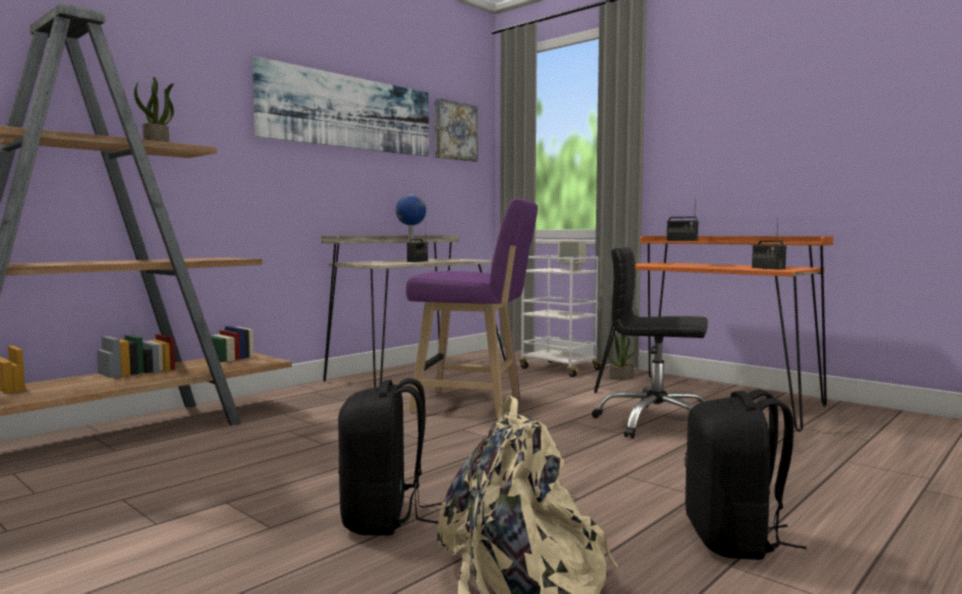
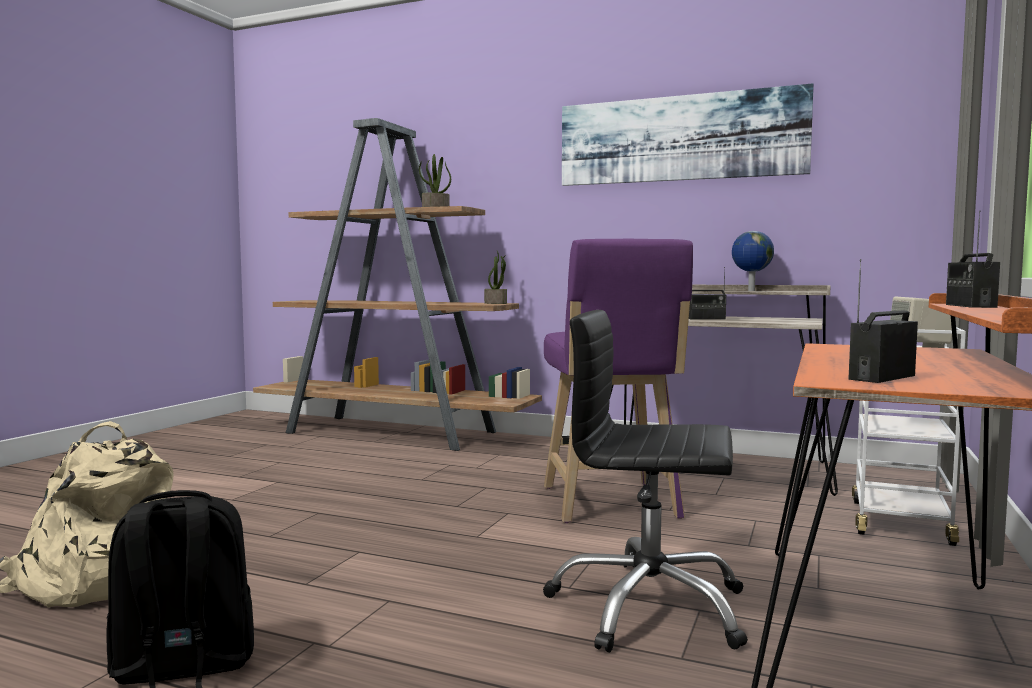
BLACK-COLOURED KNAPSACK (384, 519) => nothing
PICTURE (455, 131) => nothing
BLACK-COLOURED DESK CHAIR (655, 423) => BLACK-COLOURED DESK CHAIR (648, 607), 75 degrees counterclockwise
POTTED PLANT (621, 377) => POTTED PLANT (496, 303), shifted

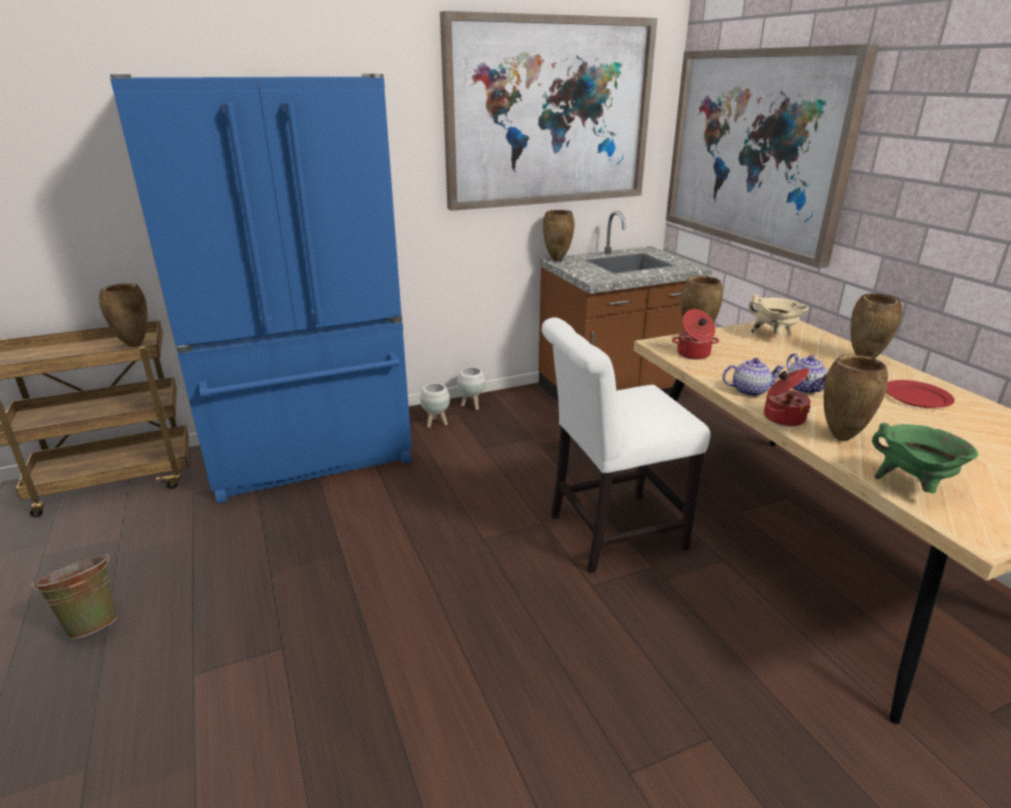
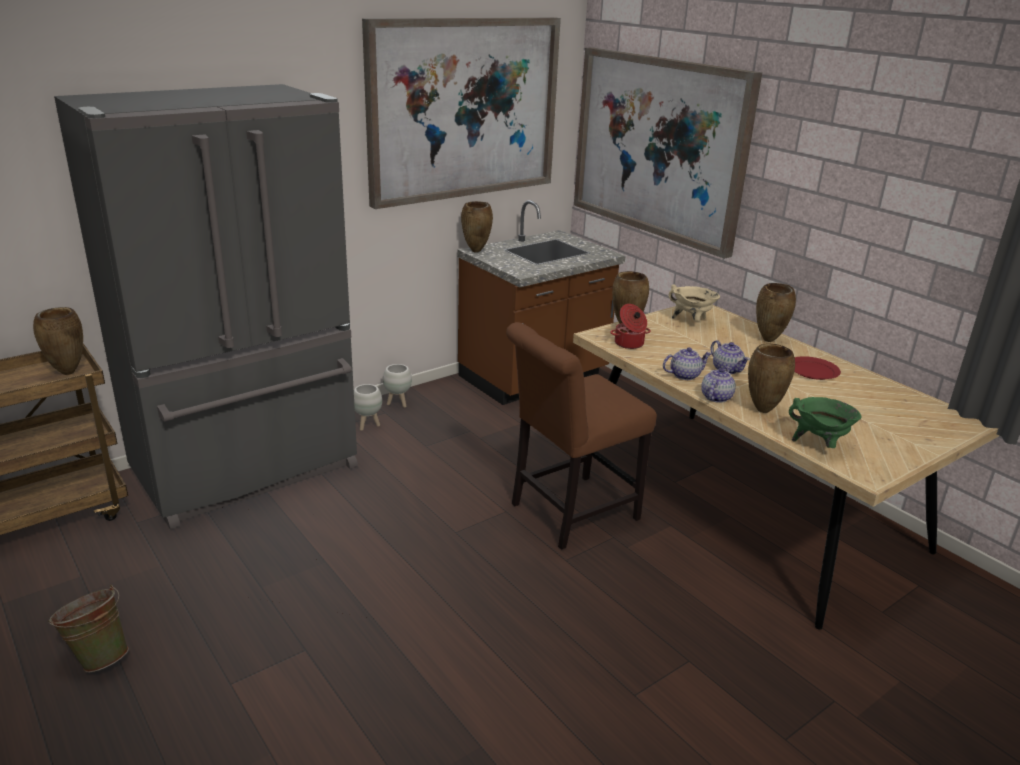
BLUE-COLOURED REFRIGERATOR (311, 455) => GREY REFRIGERATOR (249, 470)
WHITISH PLAIN CHAIR (609, 533) => BROWNISH PLAIN CHAIR (568, 513)
COOKING POT (782, 417) => TEAPOT (716, 397)

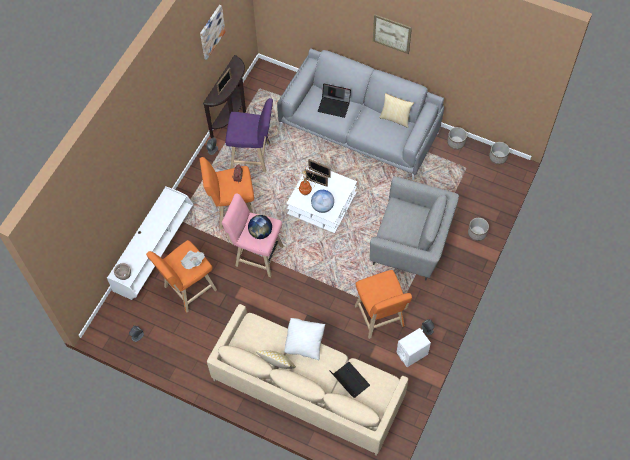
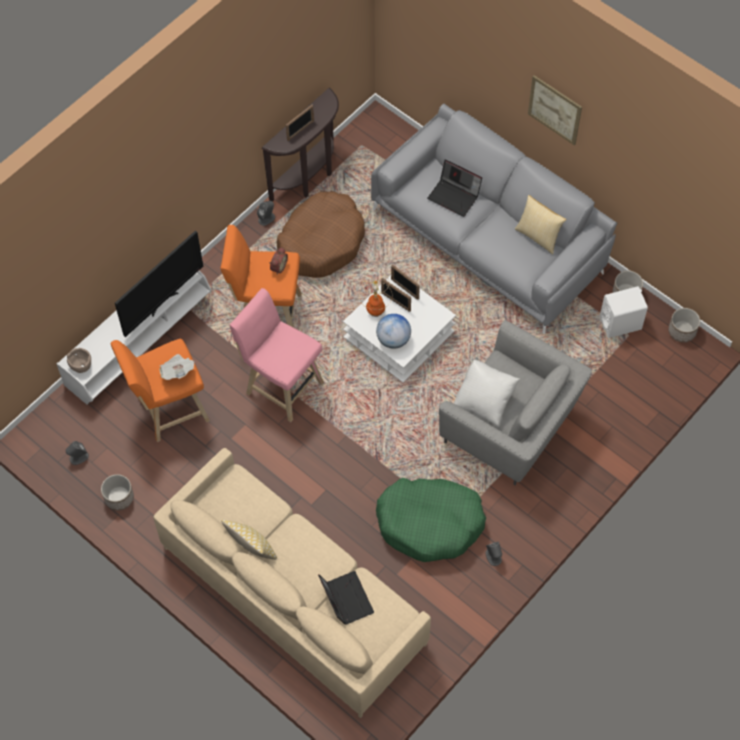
PICTURE (211, 31) => nothing
PURPLISH SITTING STOOL (253, 156) => BROWNISH PET BED (321, 242)
WORLD GLOBE (260, 232) => nothing
WHITISH CUSHION (305, 343) => WHITISH CUSHION (485, 401), shifted
ORANGEY SITTING STOOL (380, 318) => GREENISH PET BED (430, 523)
WHITISH LOUDSPEAKER (412, 353) => WHITISH LOUDSPEAKER (620, 323), shifted
FLOWER POT (477, 233) => FLOWER POT (119, 498), shifted
nothing => TV SET (163, 302)

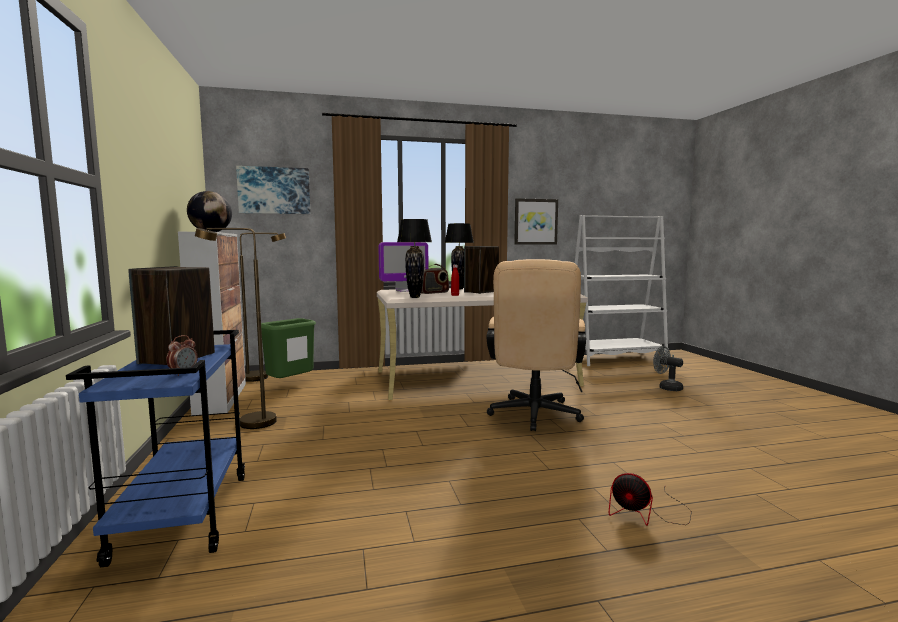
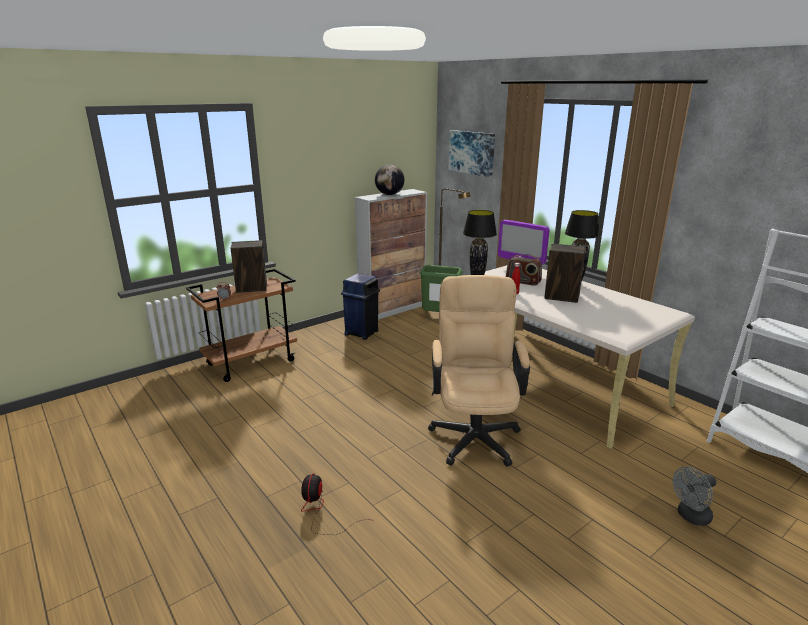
BLUE-COLOURED CART (183, 515) => BROWNISH CART (252, 362)
BROWNISH STANDARD LAMP (247, 423) => BLUE-COLOURED WASTE BIN (362, 332)
SAND-COLOURED DESK CHAIR (534, 416) => SAND-COLOURED DESK CHAIR (474, 432), 105 degrees clockwise
PICTURE (535, 222) => nothing
GREY ELECTRIC FAN (666, 387) => GREY ELECTRIC FAN (690, 517), 135 degrees counterclockwise

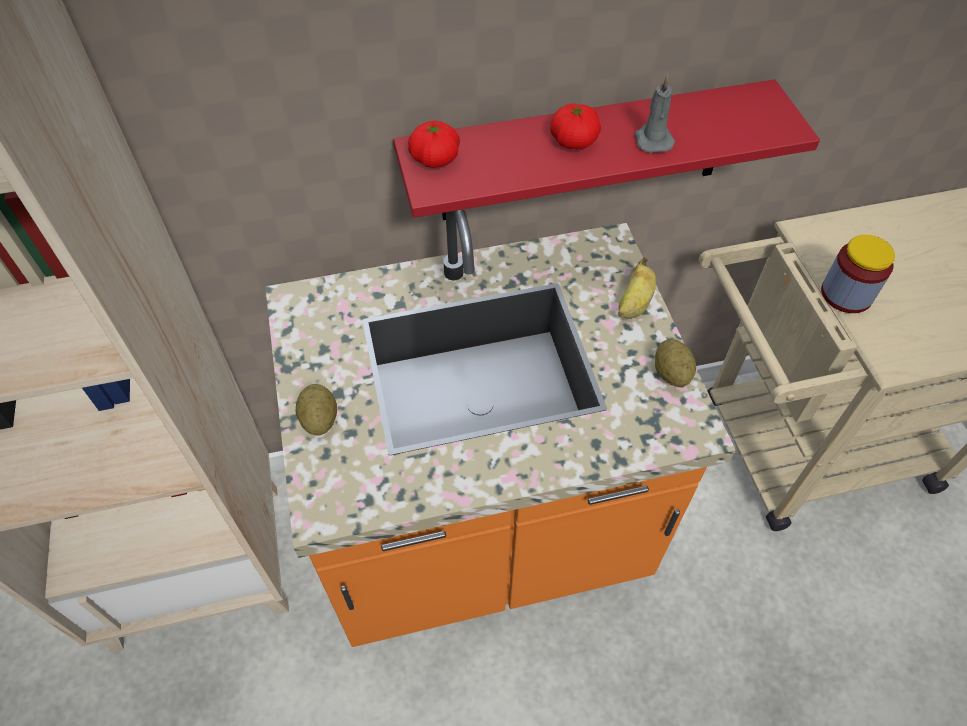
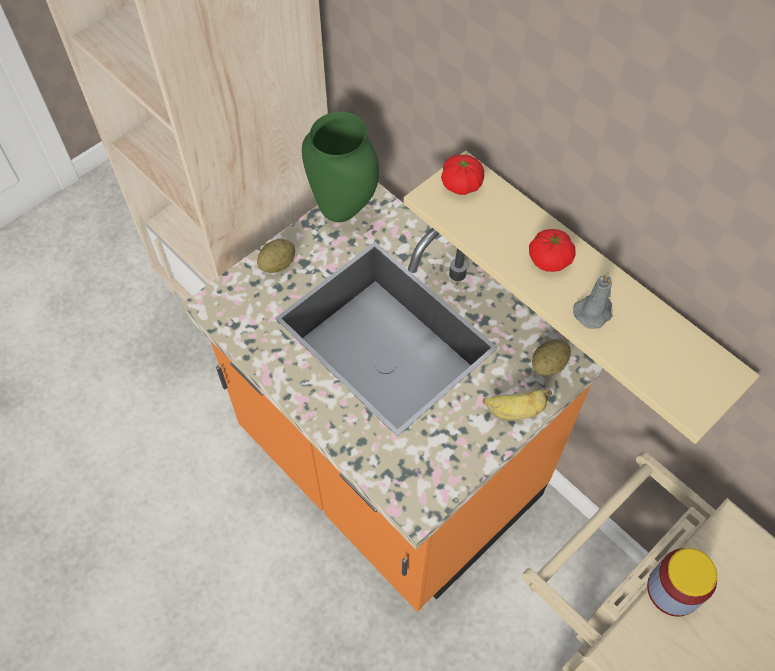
REDDISH SHELF (584, 153) => SAND-COLOURED SHELF (591, 284)
SPUD (671, 373) => SPUD (548, 365), shifted
nothing => GREENISH FLOWER VASE (344, 209)

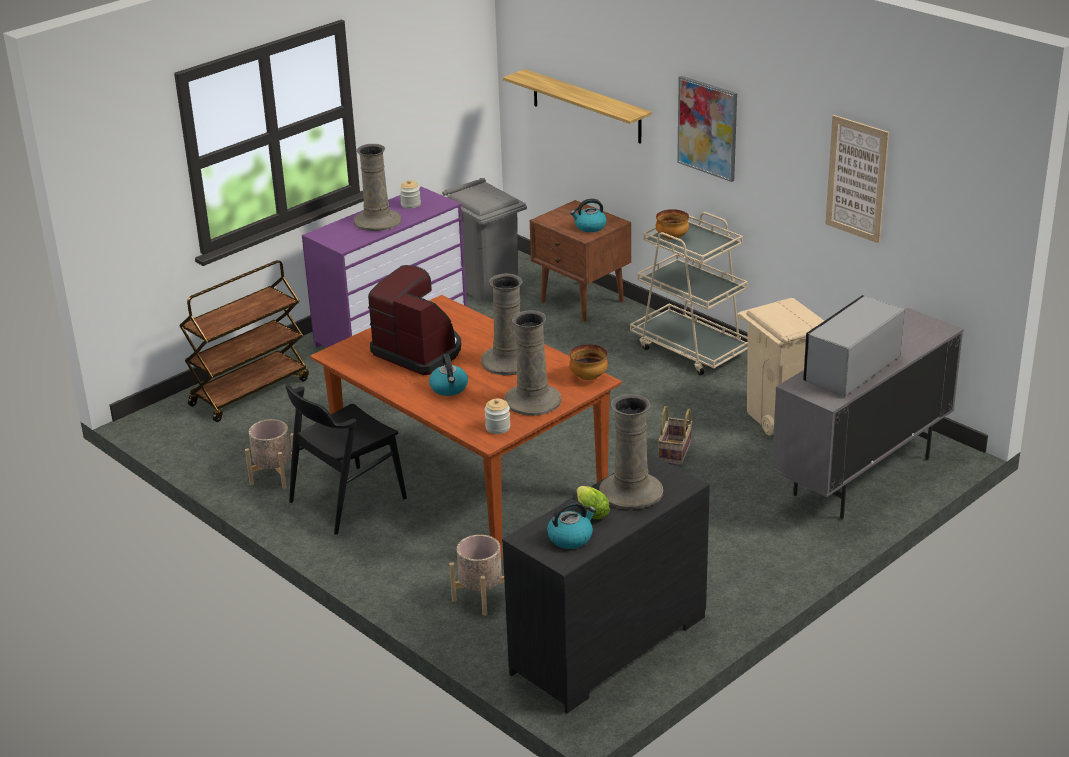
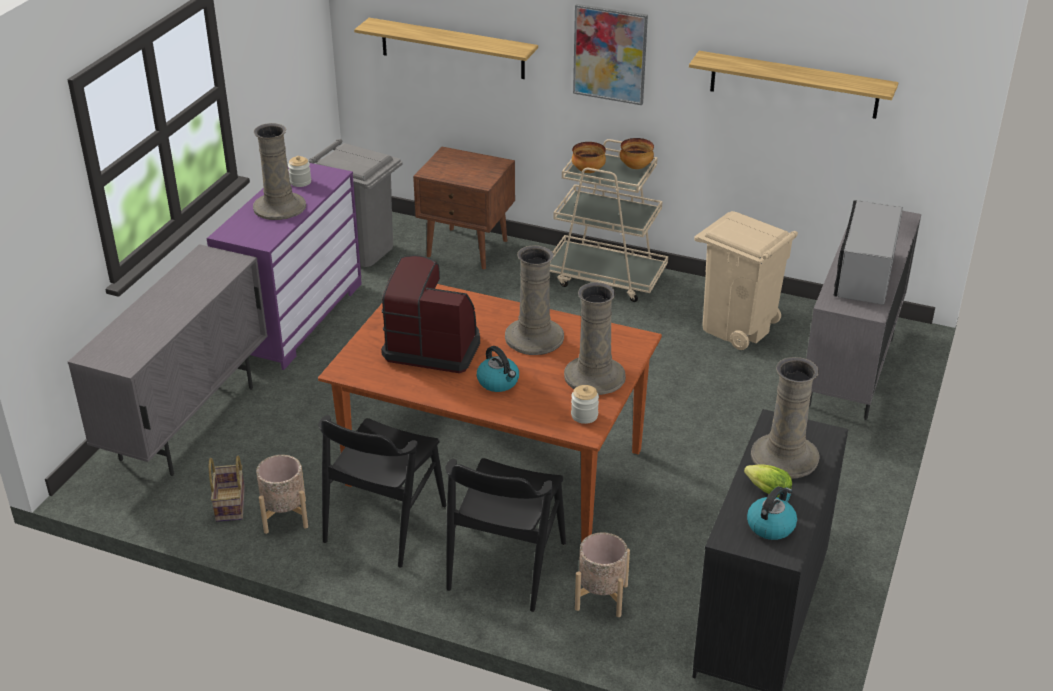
BROWNISH CART (250, 391) => GREY CUPBOARD (188, 423)
DEEP DISH (588, 377) => DEEP DISH (636, 167), shifted
WATER KETTLE (590, 227) => nothing
STORAGE BASKET (675, 453) => STORAGE BASKET (231, 505), shifted
PICTURE (857, 179) => SHELF (794, 85)
nothing => BLACK-COLOURED PLAIN CHAIR (506, 566)

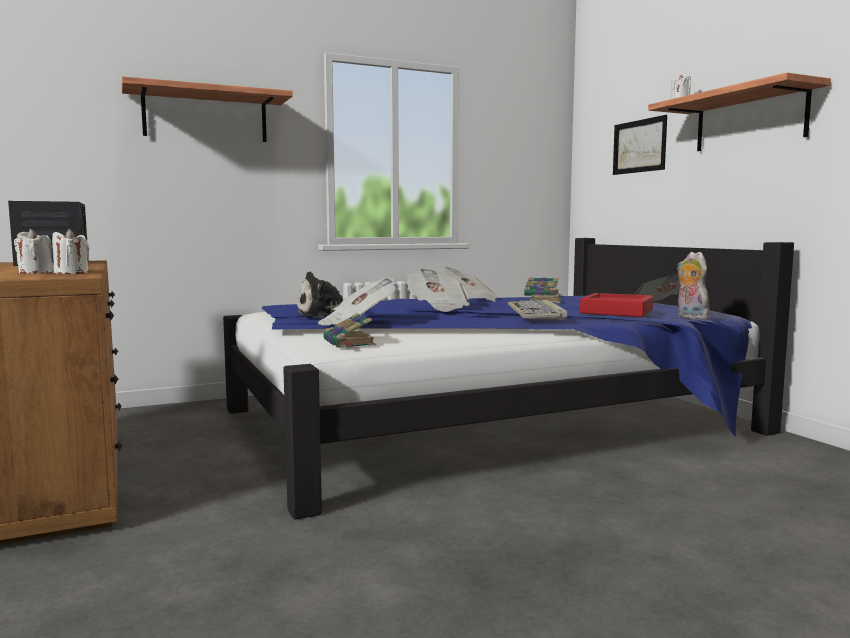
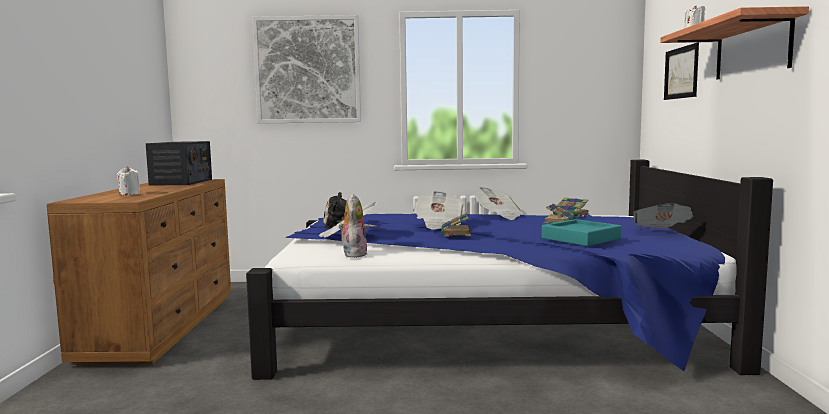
WHITISH WAX CANDLE (71, 273) => nothing
SHELF (205, 116) => PICTURE (307, 70)
VOLUME (349, 343) => VOLUME (456, 233), shifted
PC KEYBOARD (536, 313) => nothing
REDDISH CARRYING TRAY (616, 311) => TURQUOISE-COLOURED CARRYING TRAY (581, 238)
SOFT TOY (689, 317) => SOFT TOY (353, 254), shifted

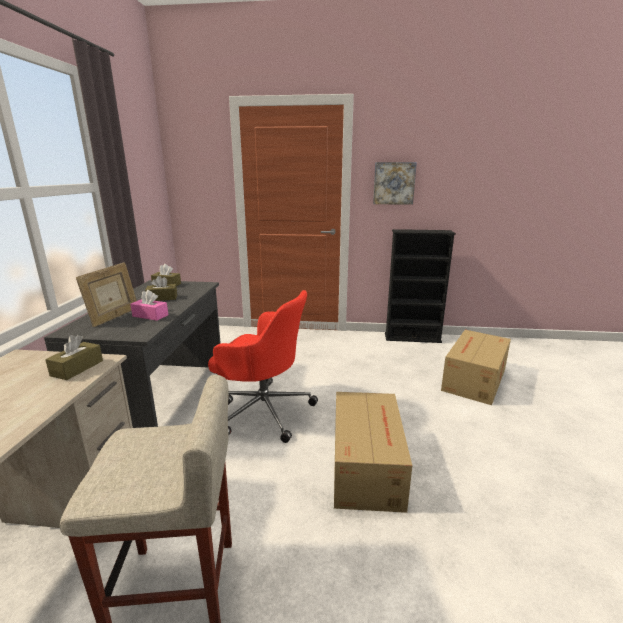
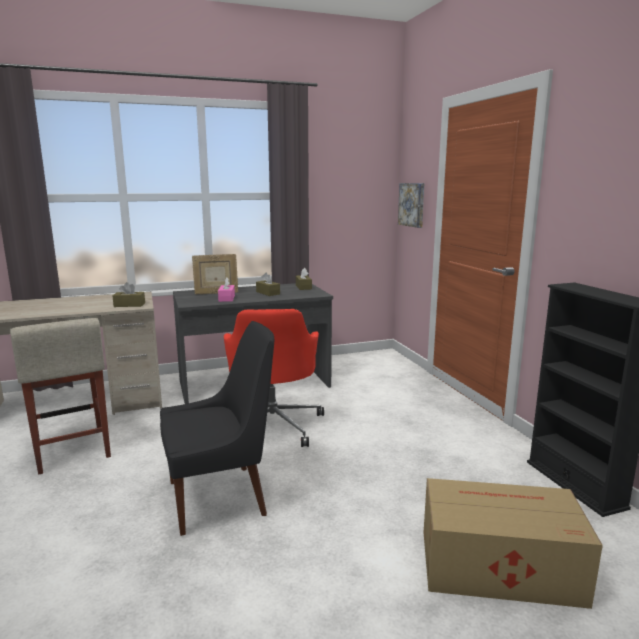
CARTON (367, 464) => BLACK-COLOURED PLAIN CHAIR (221, 497)
PICTURE (394, 183) => PICTURE (412, 204), shifted

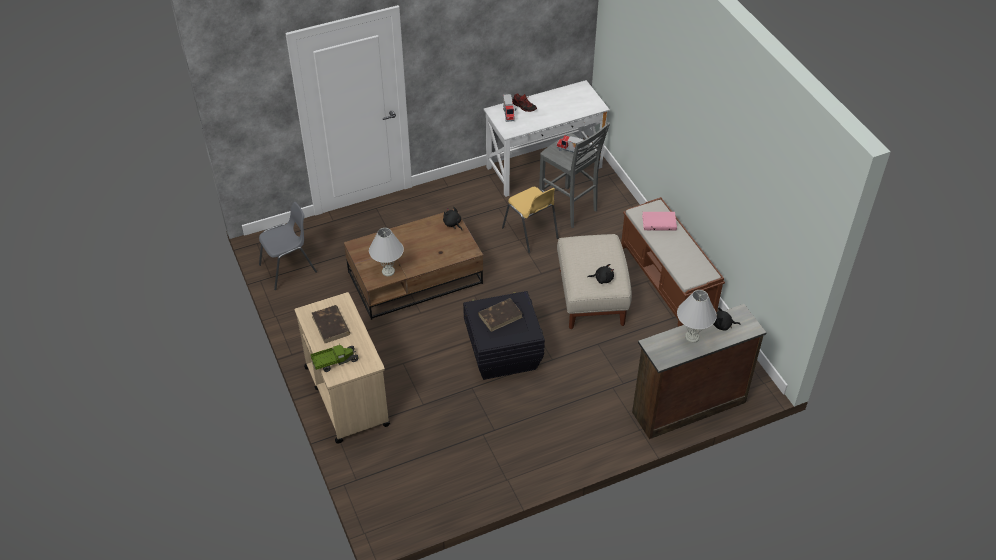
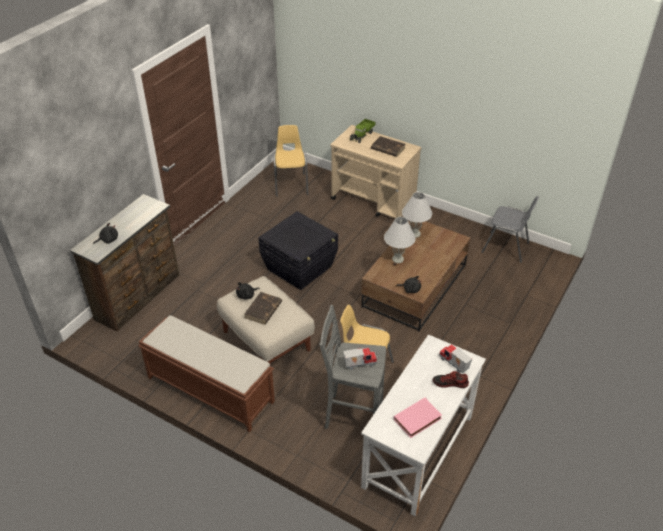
GREY PLAIN CHAIR (289, 269) => GREY PLAIN CHAIR (506, 248), 90 degrees counterclockwise
BROWNISH VOLUME (500, 316) => BROWNISH VOLUME (263, 310), shifted
PINK-COLOURED VOLUME (659, 222) => PINK-COLOURED VOLUME (418, 420), shifted
WHITISH TABLETOP LAMP (691, 337) => WHITISH TABLETOP LAMP (398, 259), shifted
nothing => YELLOW-COLOURED PLAIN CHAIR (291, 184)

